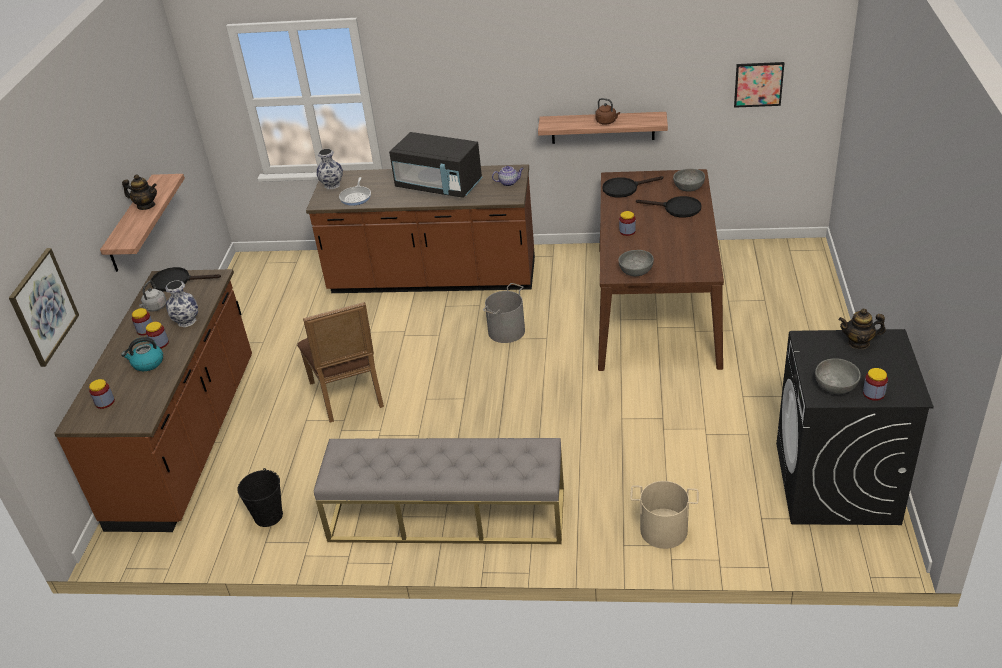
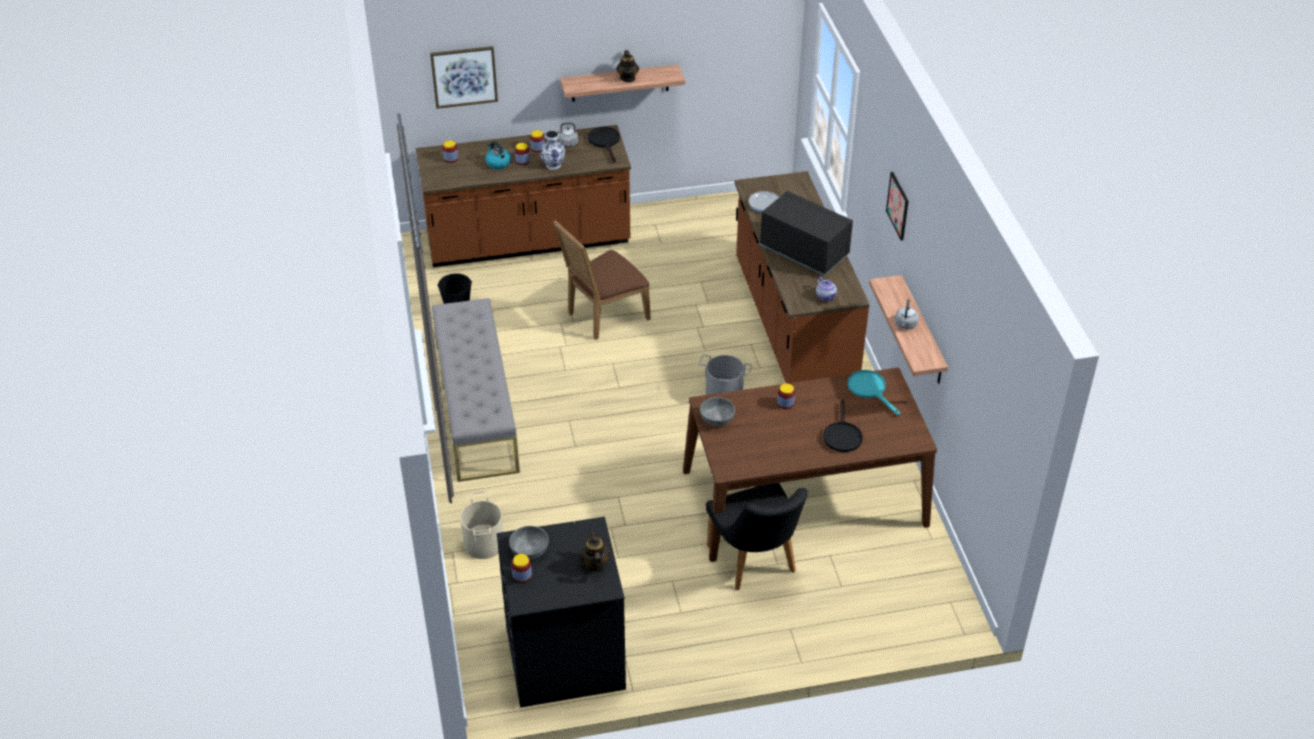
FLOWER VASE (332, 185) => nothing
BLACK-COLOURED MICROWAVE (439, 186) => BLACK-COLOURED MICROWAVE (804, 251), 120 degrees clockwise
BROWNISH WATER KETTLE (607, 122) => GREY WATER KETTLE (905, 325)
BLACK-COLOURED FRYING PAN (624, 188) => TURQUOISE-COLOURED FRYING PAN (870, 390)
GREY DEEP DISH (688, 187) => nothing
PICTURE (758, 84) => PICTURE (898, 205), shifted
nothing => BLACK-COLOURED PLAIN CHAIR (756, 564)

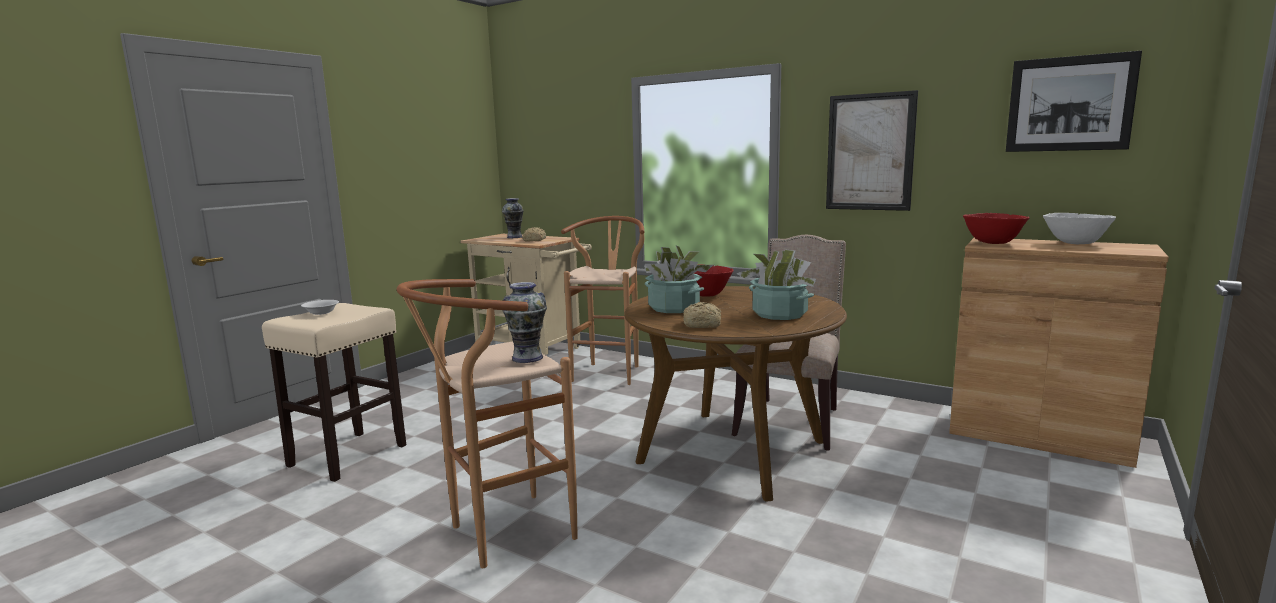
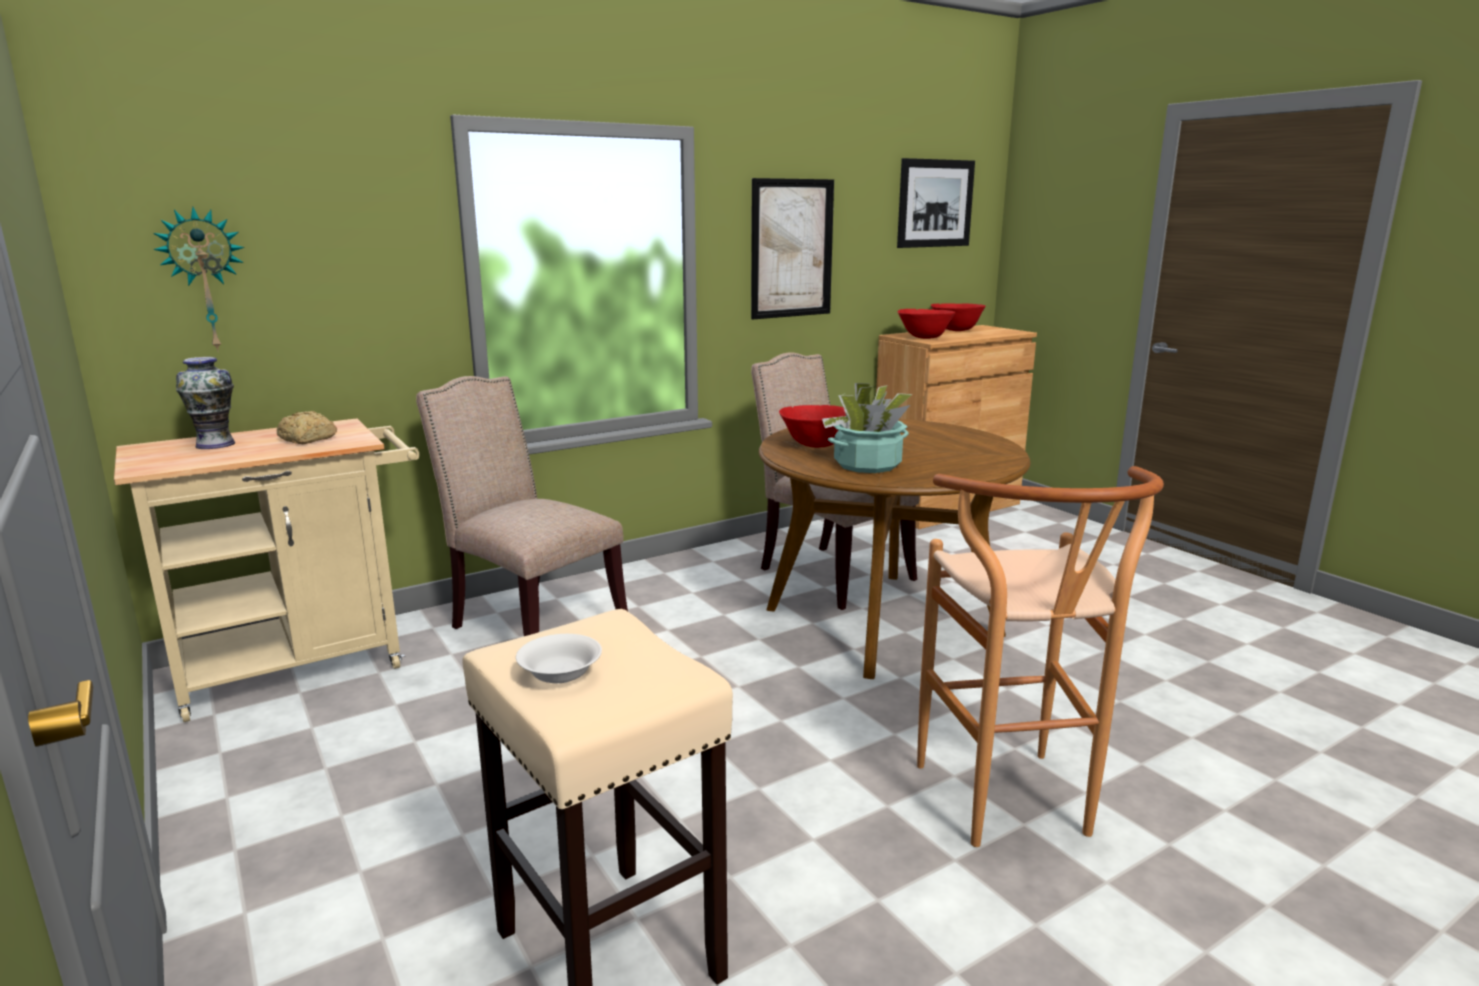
FLOWER VASE (527, 358) => nothing
BROWNISH SITTING STOOL (609, 371) => SAND-COLOURED PLAIN CHAIR (531, 627)
BAKED BREAD (703, 324) => nothing
POTTED PLANT (780, 314) => nothing
WHITISH DEEP DISH (1075, 243) => REDDISH DEEP DISH (956, 330)
nothing => HANGING CLOCK (205, 280)

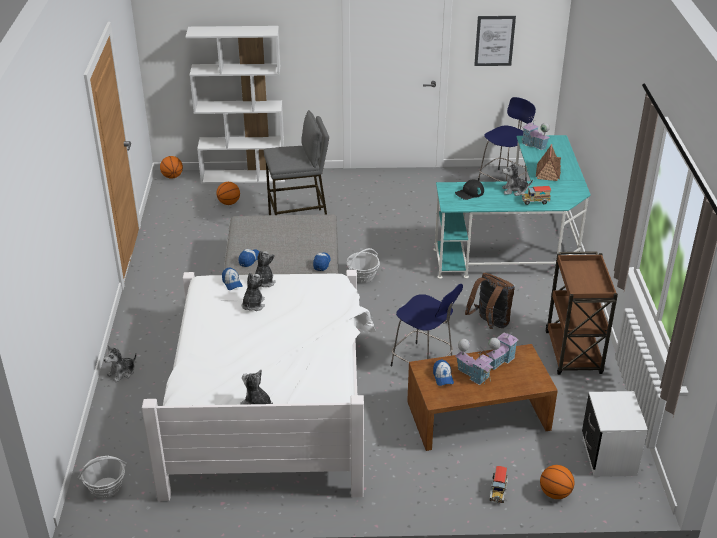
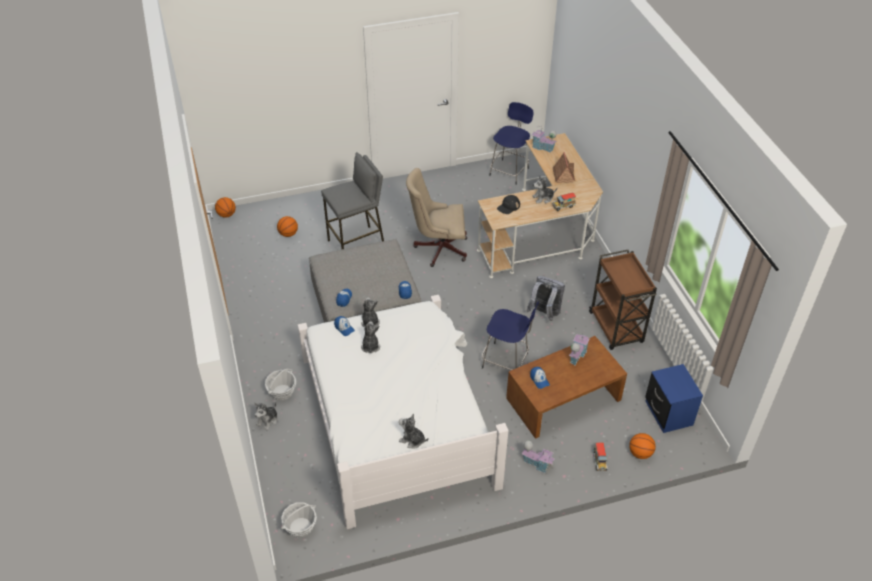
WHITISH BOOKSHELF (244, 176) => nothing
STORAGE BASKET (363, 276) => STORAGE BASKET (282, 392), shifted
TURQUOISE-COLOURED DESK TABLE (519, 245) => SAND-COLOURED DESK TABLE (543, 233)
MODEL HOUSE (473, 374) => MODEL HOUSE (537, 463), shifted
BROWNISH KNAPSACK (489, 324) => GREY KNAPSACK (544, 313)
PICTURE (494, 41) => nothing
WHITISH NIGHT TABLE (608, 456) => BLUE-COLOURED NIGHT TABLE (668, 413)
nothing => SAND-COLOURED DESK CHAIR (438, 248)

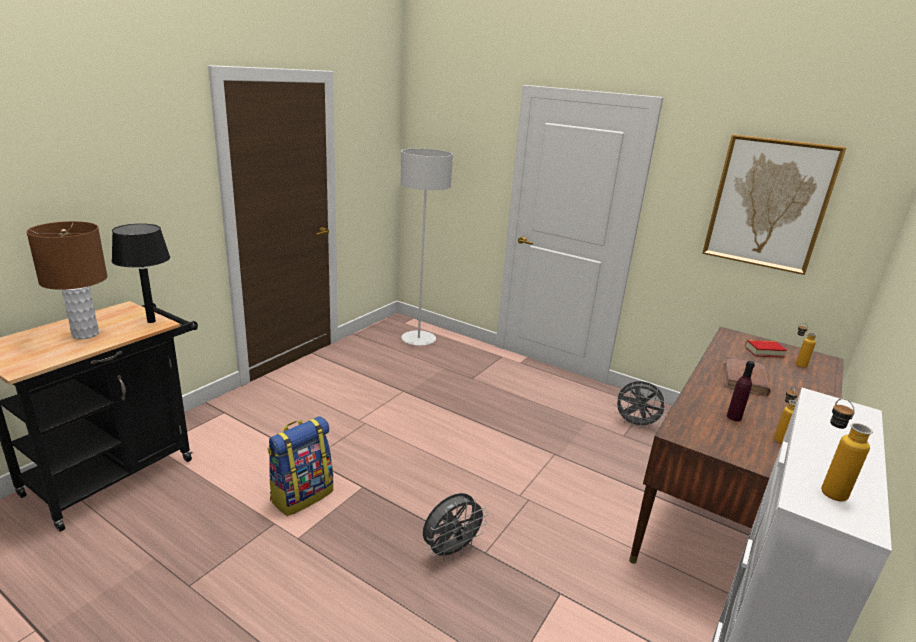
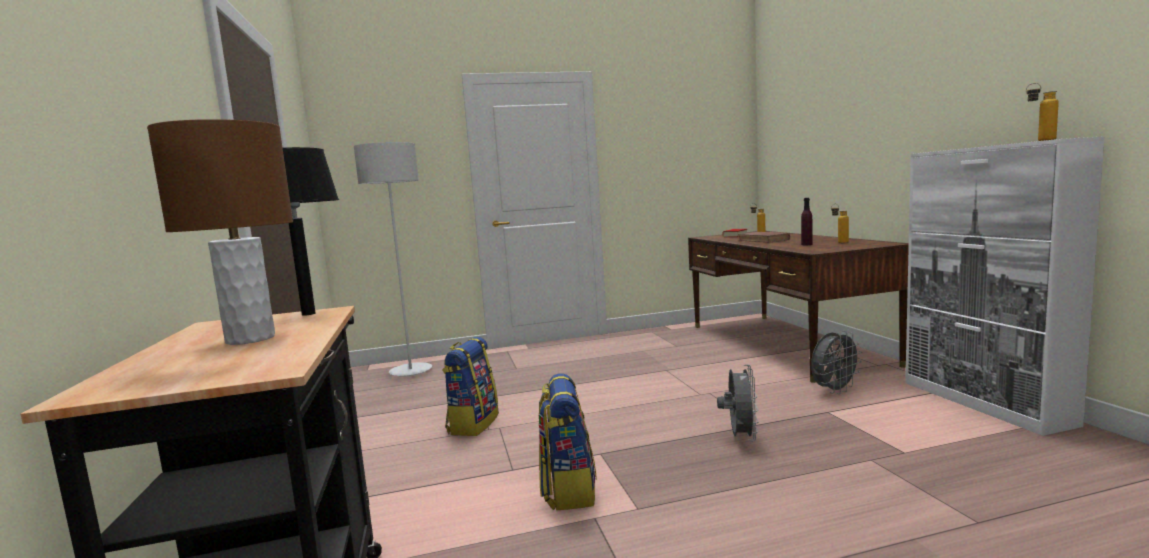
GREY ELECTRIC FAN (636, 424) => GREY ELECTRIC FAN (834, 390), shifted
PICTURE (769, 204) => nothing
nothing => KNAPSACK (473, 424)

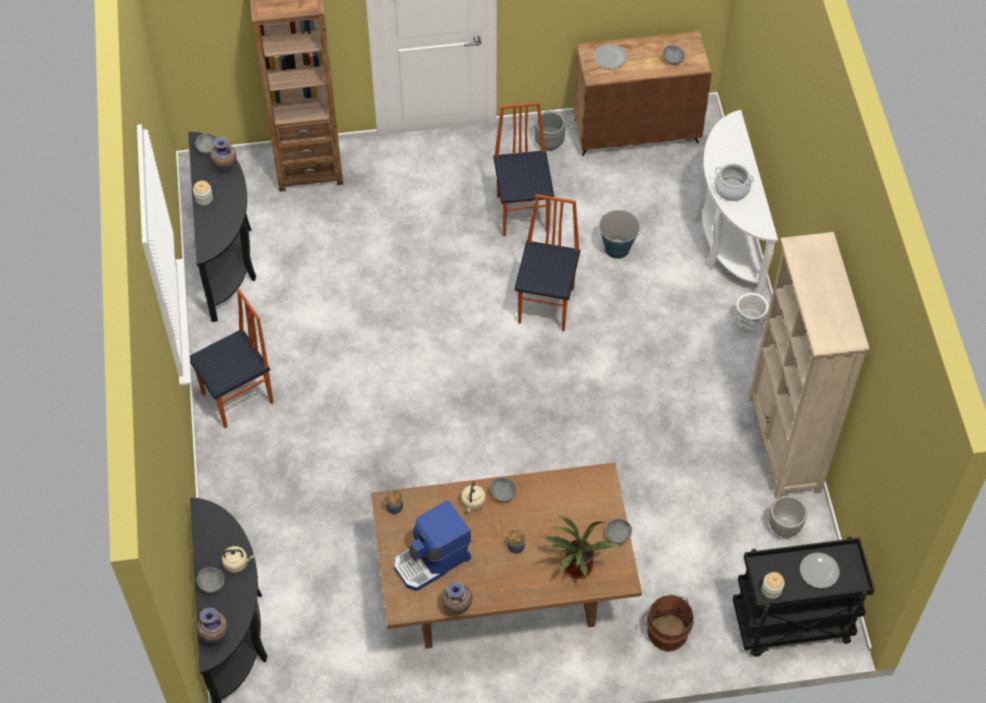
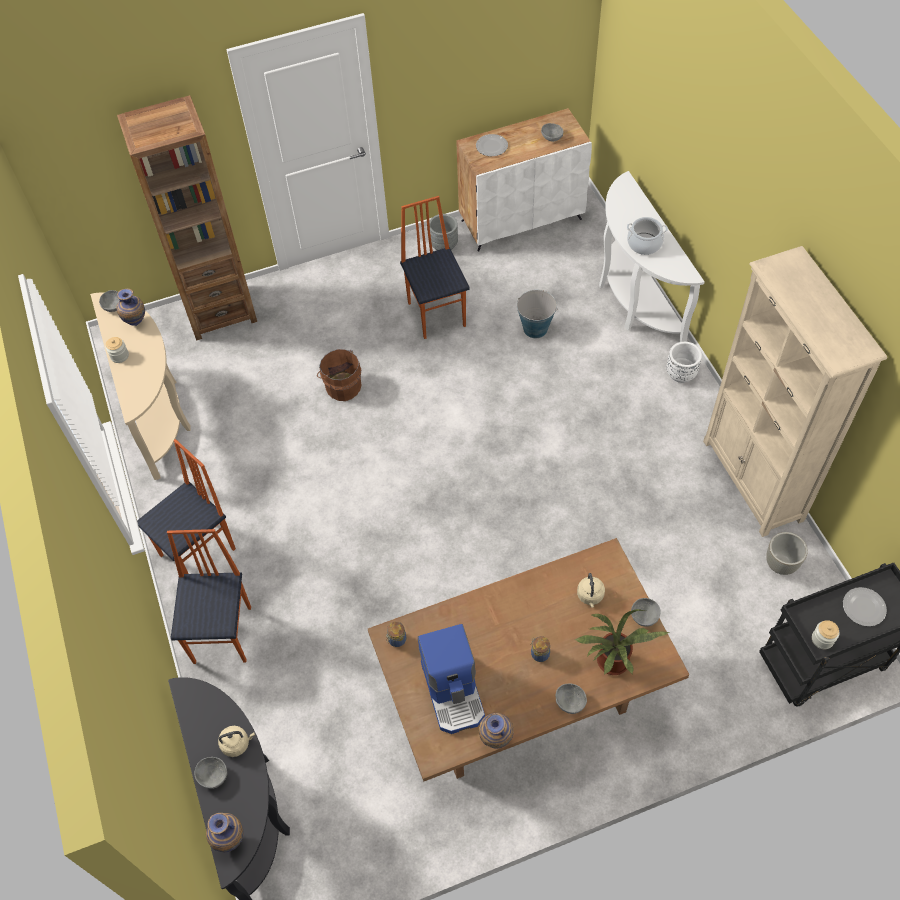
BLACK-COLOURED HALL TABLE (228, 257) => SAND-COLOURED HALL TABLE (159, 413)
COFFEE BREWER (432, 561) => COFFEE BREWER (454, 691), 60 degrees counterclockwise
SAND-COLOURED WATER KETTLE (473, 503) => SAND-COLOURED WATER KETTLE (590, 596), shifted
GREY DEEP DISH (503, 493) => GREY DEEP DISH (570, 701), shifted
PLAIN CHAIR (547, 305) => PLAIN CHAIR (224, 634), shifted
BROWNISH CUPBOARD (637, 130) => WHITISH CUPBOARD (522, 219)
BROWNISH BUCKET (666, 631) => BROWNISH BUCKET (342, 385), shifted

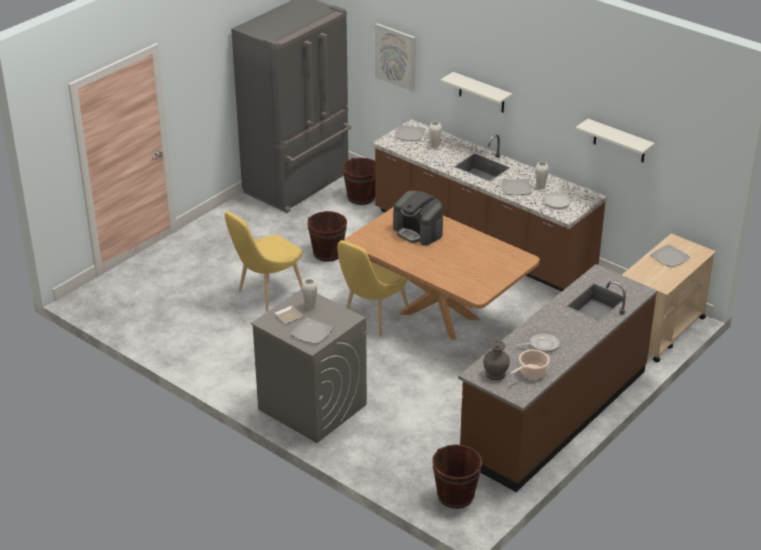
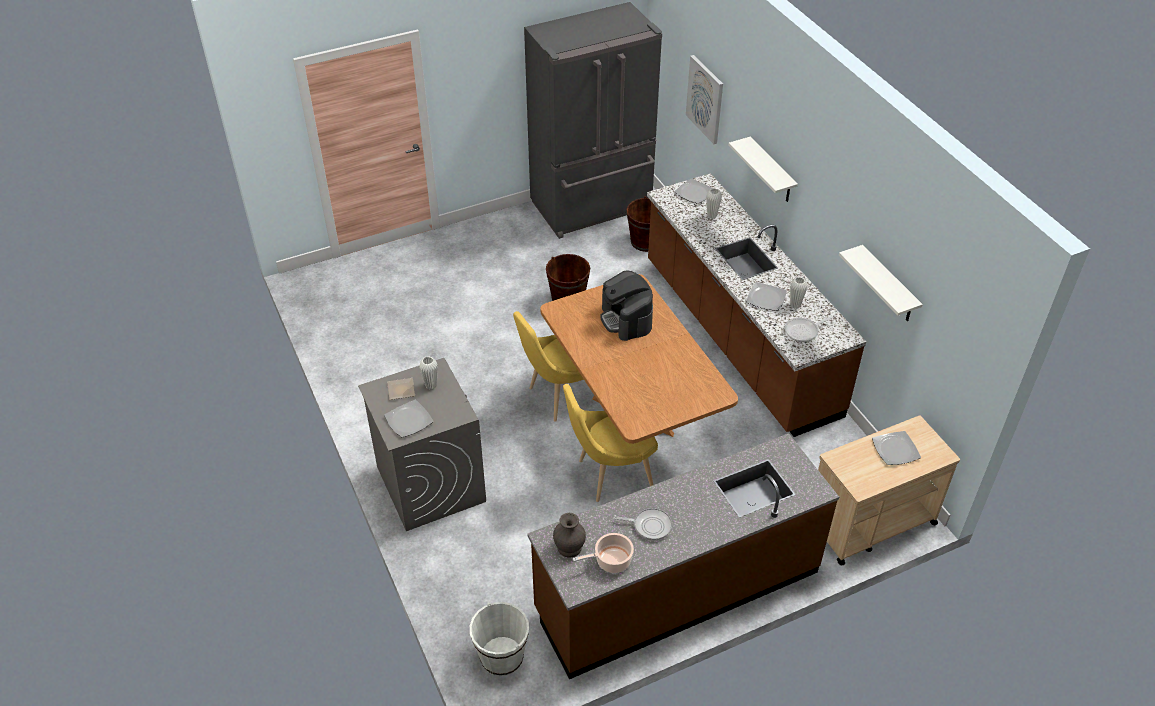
YELLOW-COLOURED PLAIN CHAIR (267, 293) => YELLOW-COLOURED PLAIN CHAIR (609, 475), shifted
BROWNISH BUCKET (455, 496) => WHITISH BUCKET (501, 657)

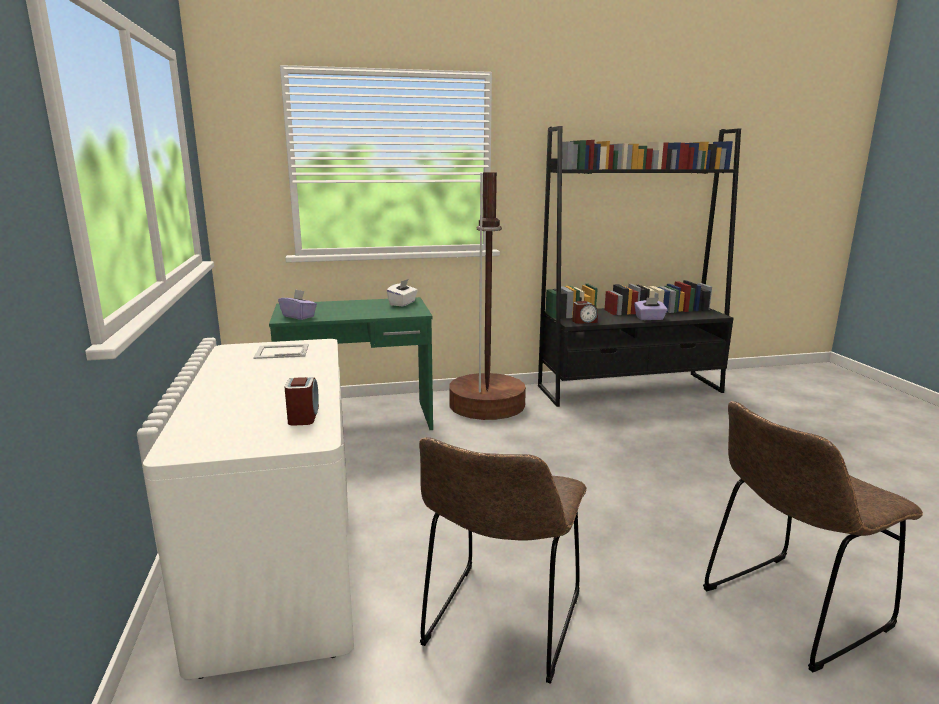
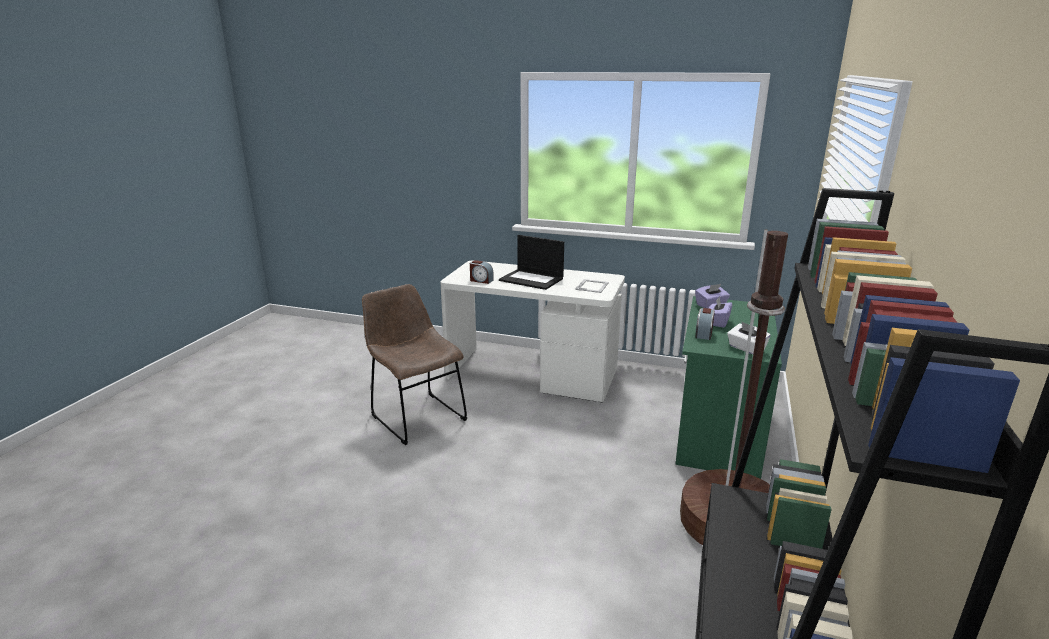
BEDSIDE CLOCK (584, 321) => BEDSIDE CLOCK (703, 333), shifted
PURPLISH BOX OF TISSUES (649, 318) => PURPLISH BOX OF TISSUES (718, 322), shifted
BROWNISH PLAIN CHAIR (788, 611) => nothing
nothing => NOTEBOOK COMPUTER (532, 279)

